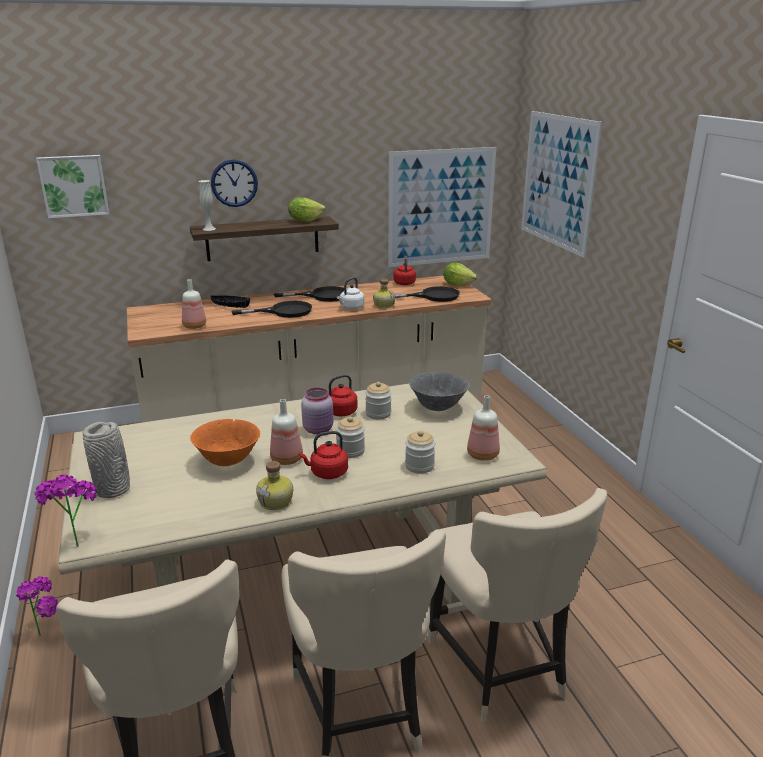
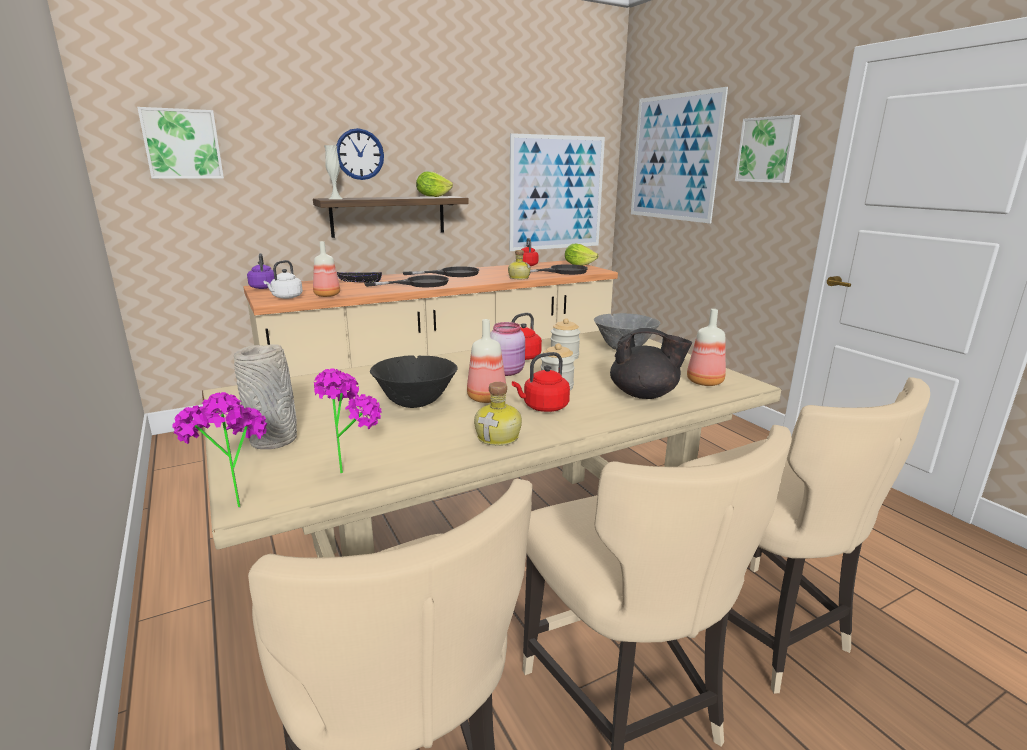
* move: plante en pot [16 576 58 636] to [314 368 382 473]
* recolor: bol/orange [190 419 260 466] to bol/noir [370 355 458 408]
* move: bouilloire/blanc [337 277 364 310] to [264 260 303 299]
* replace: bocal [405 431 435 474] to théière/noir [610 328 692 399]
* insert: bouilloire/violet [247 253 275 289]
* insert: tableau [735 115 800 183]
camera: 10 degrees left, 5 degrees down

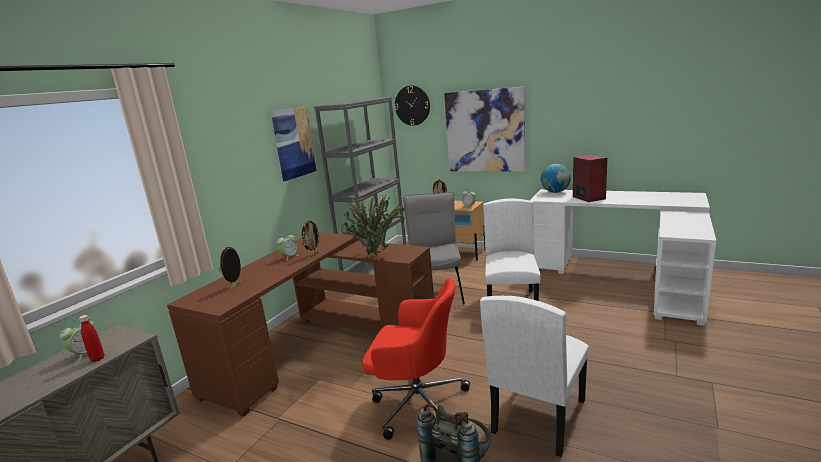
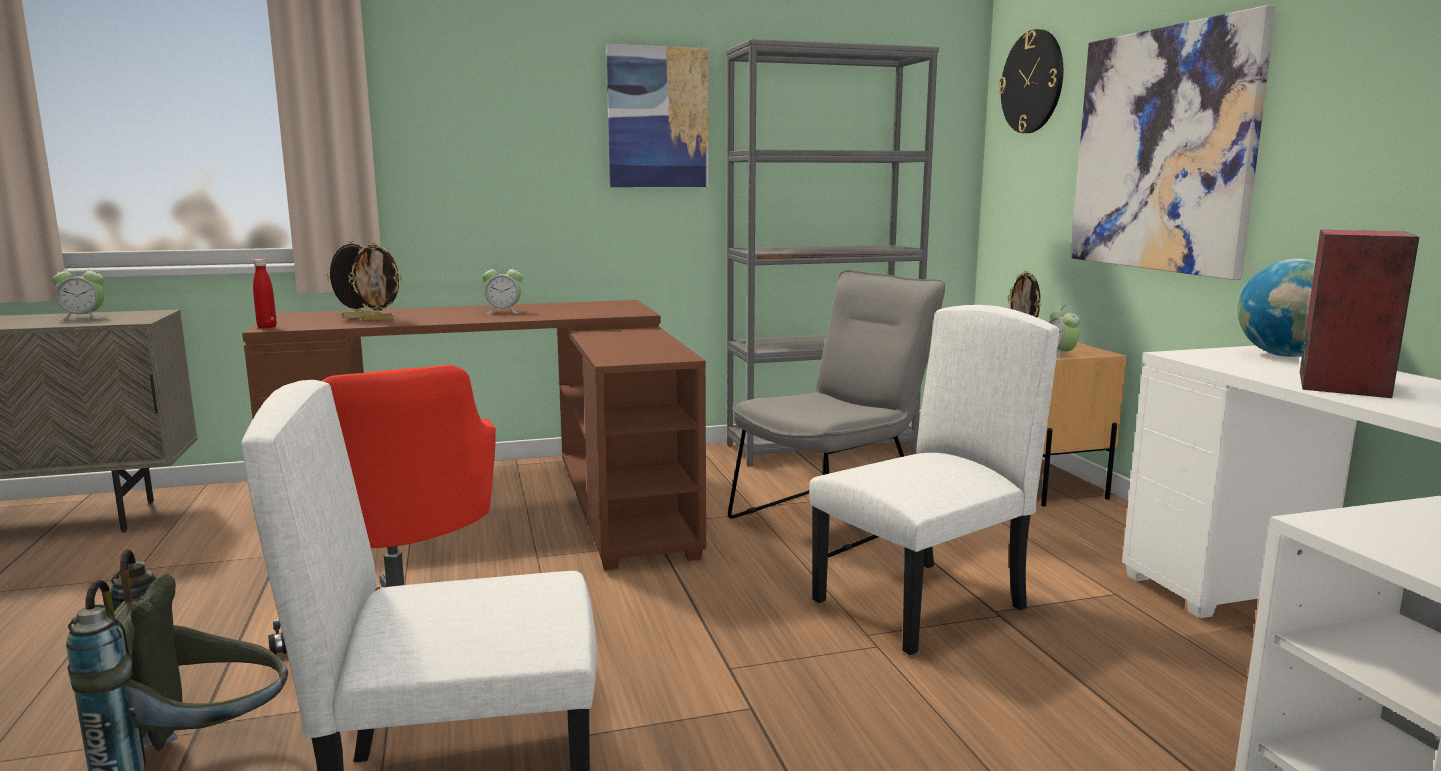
* move: bouteille/rouge [79 315 104 362] to [253 259 277 328]
* move: cadre photo [302 219 320 258] to [348 242 402 320]
* delete: plante en pot [341 194 406 256]
camera: 45 degrees right, 5 degrees down

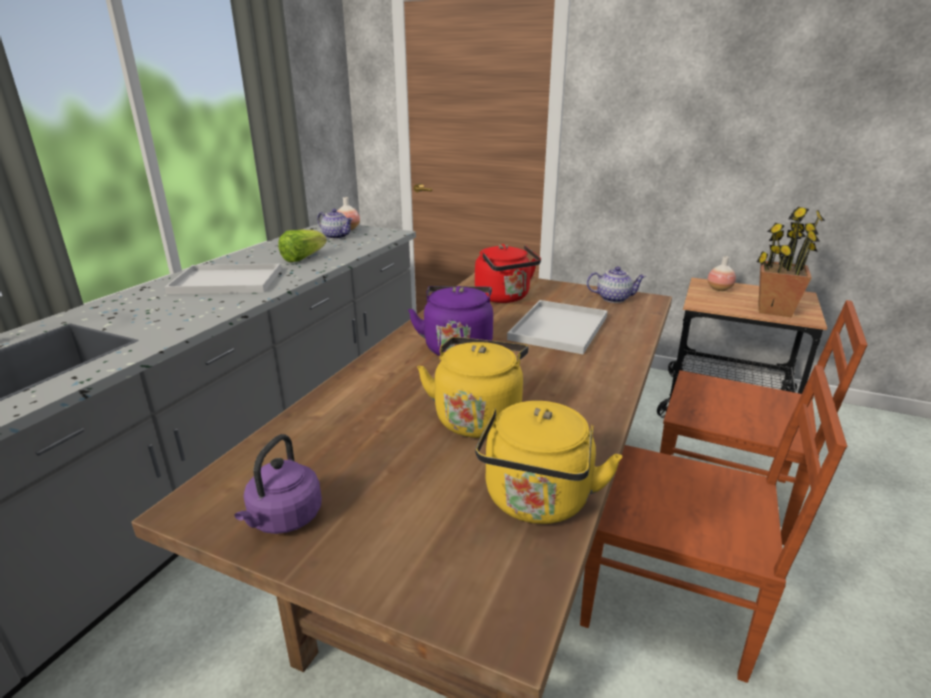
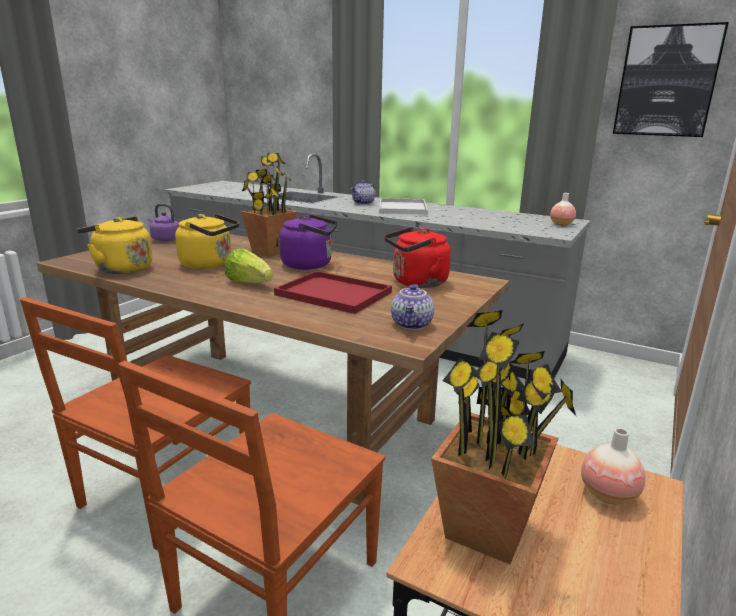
* move: laitue [278 230 327 262] to [225 249 273 283]
* move: théière [317 209 353 239] to [351 180 376 205]
* recolor: plateau/blanc [507 300 608 354] to plateau/rouge [274 271 392 314]
* insert: plante en pot [241 153 297 256]
* insert: tableau [613 22 729 137]
camera: 95 degrees right, 5 degrees down

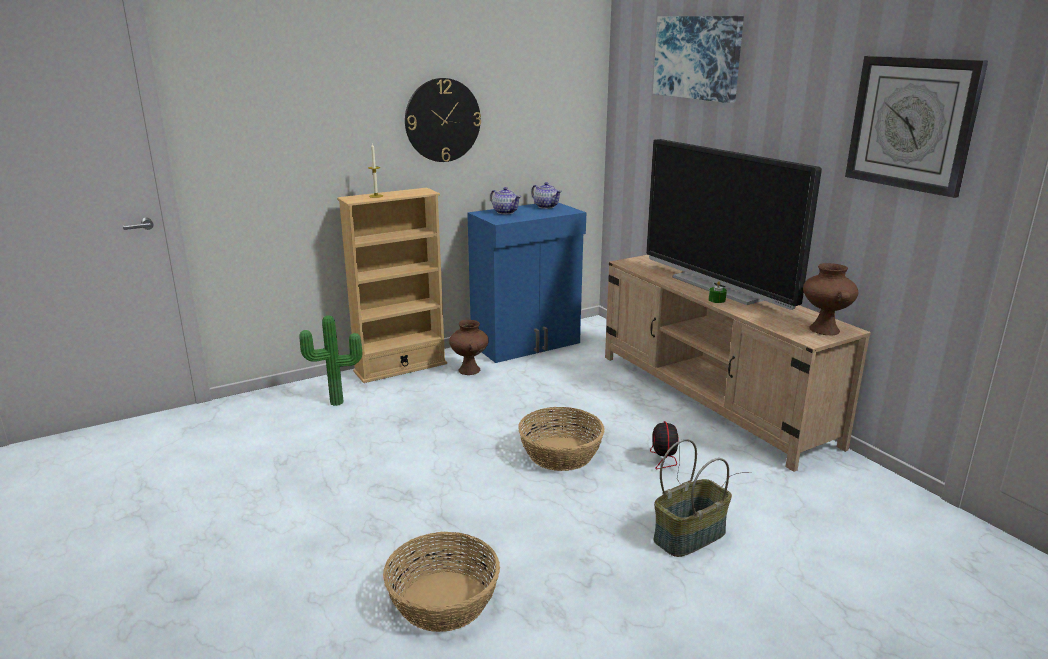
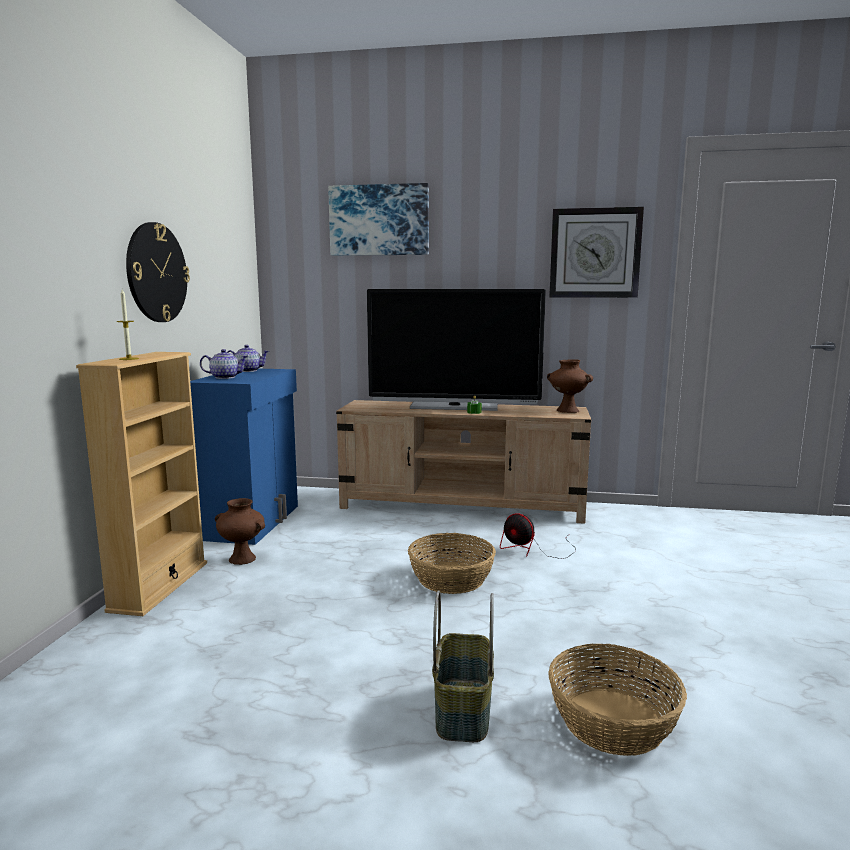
* delete: plante en pot [299 316 362 406]
* move: panier [654 439 732 557] to [432 590 494 742]
camera: 50 degrees left, 10 degrees down

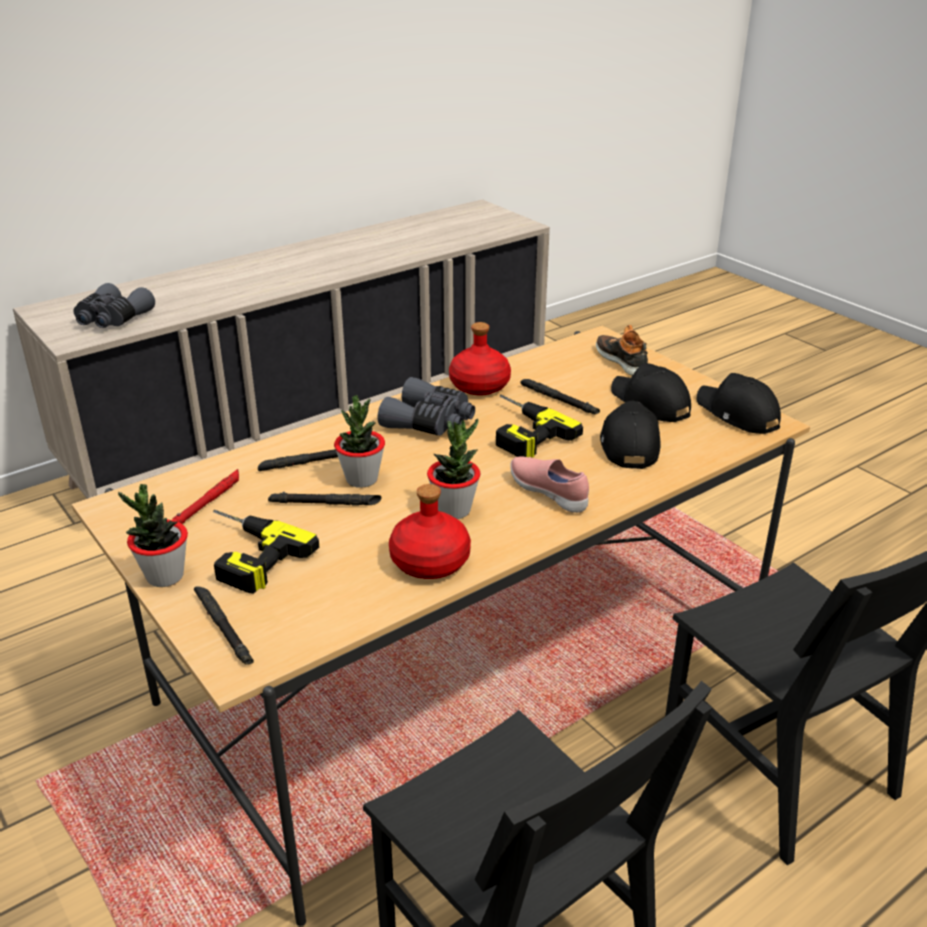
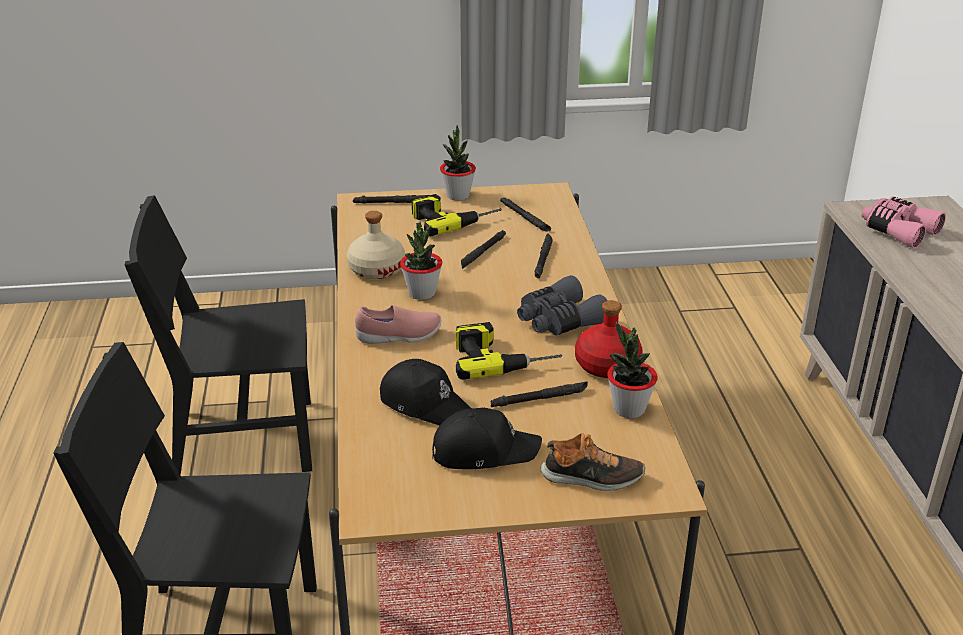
* recolor: jumelles/gris [73 283 155 328] to jumelles/rose [862 196 946 249]
* recolor: lampe de poche/rouge [172 469 239 524] to lampe de poche/noir [500 198 551 231]
* move: plante en pot [334 395 385 488] to [607 322 658 418]
* recolor: bouteille/rouge [389 484 471 579] to bouteille/beige [347 211 405 279]
* delete: casquette/noir [697 373 781 434]
camera: 120 degrees right, 0 degrees up

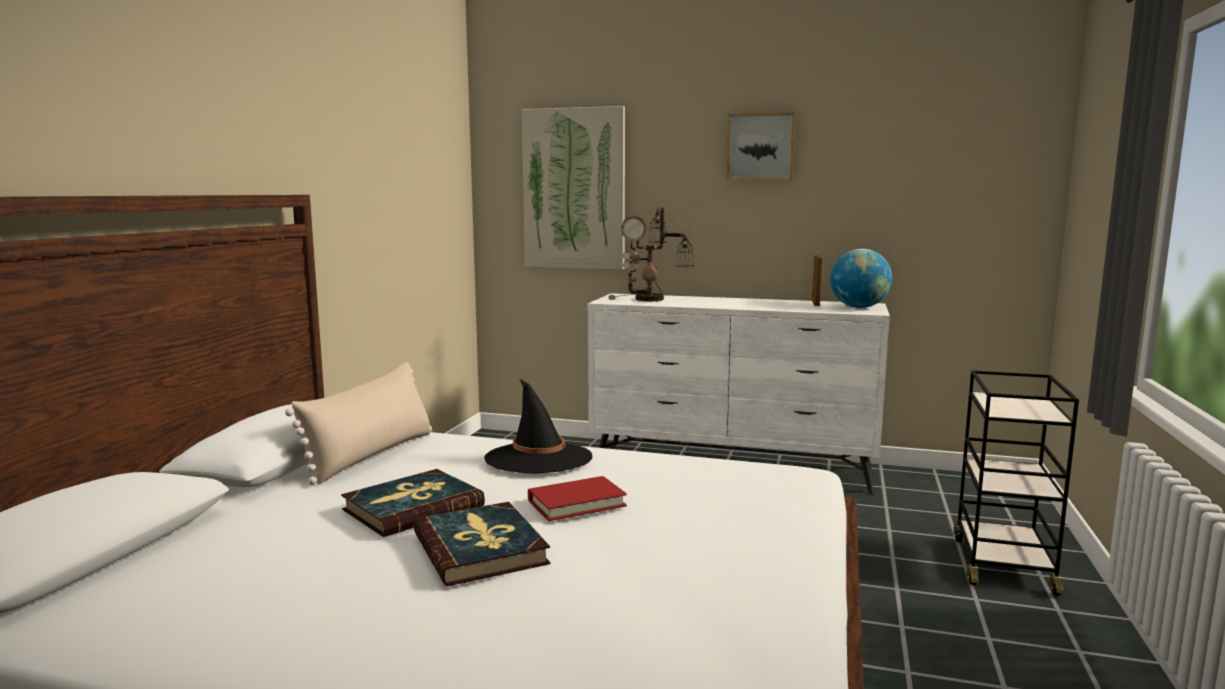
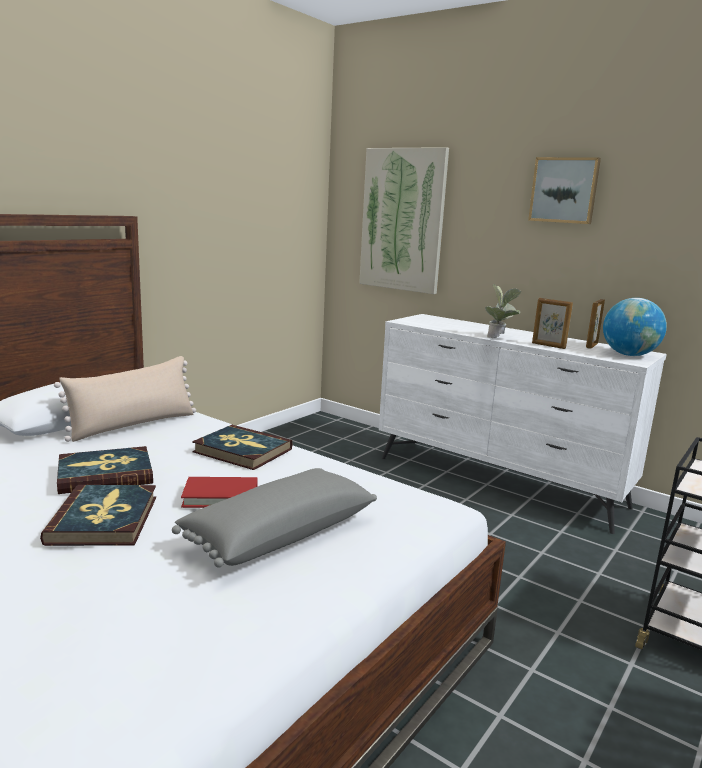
* replace: chapeau/noir [484 378 592 473] to livre [192 425 292 470]
* delete: lampe de table [608 207 694 302]
* insert: coussin/gris [172 468 377 568]
* insert: plante en pot [485 284 522 338]
* insert: cadre photo [532 298 573 349]
camera: 20 degrees right, 5 degrees up

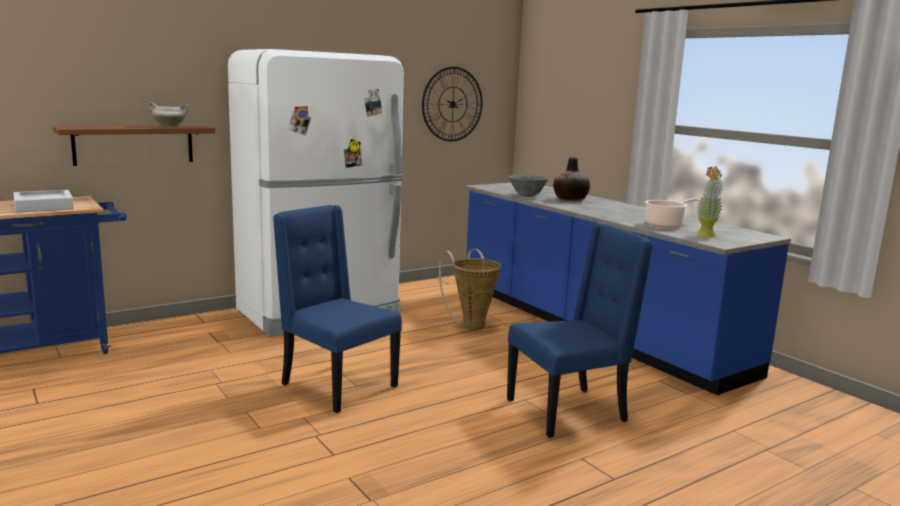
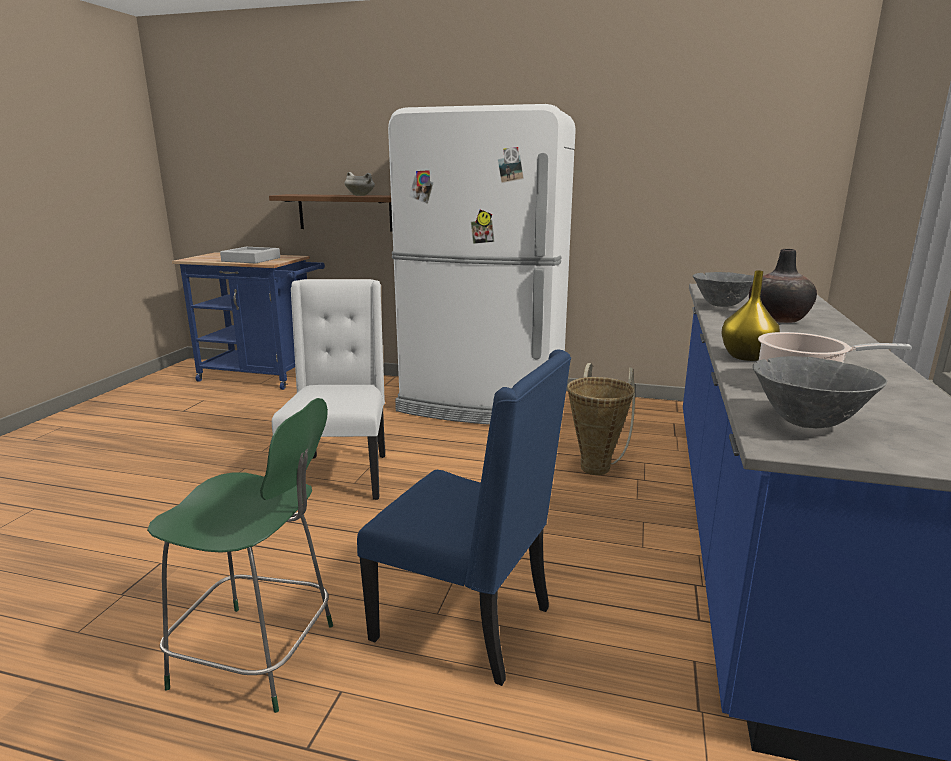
* recolor: chaise/bleu [273 205 402 413] to chaise/blanc [272 279 385 500]
* delete: horloge murale [422 67 483 142]
* replace: plante en pot [696 166 724 237] to bol/gris [753 356 887 428]
* insert: chaise/vert [147 398 333 713]
* insert: vase/jaune [721 270 780 361]
camera: 50 degrees right, 5 degrees up

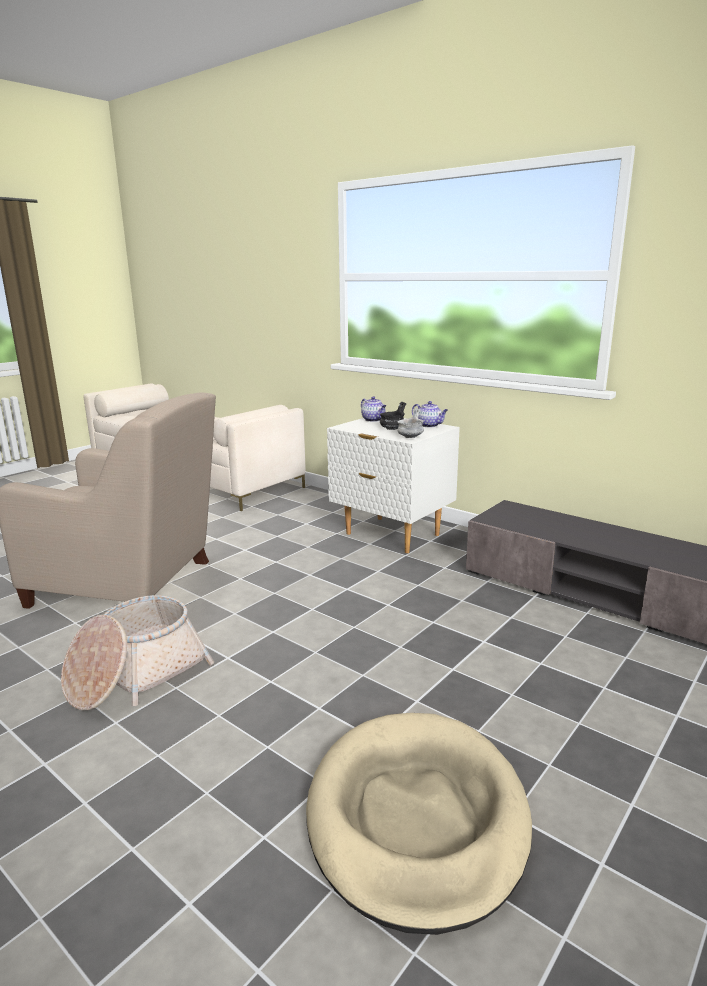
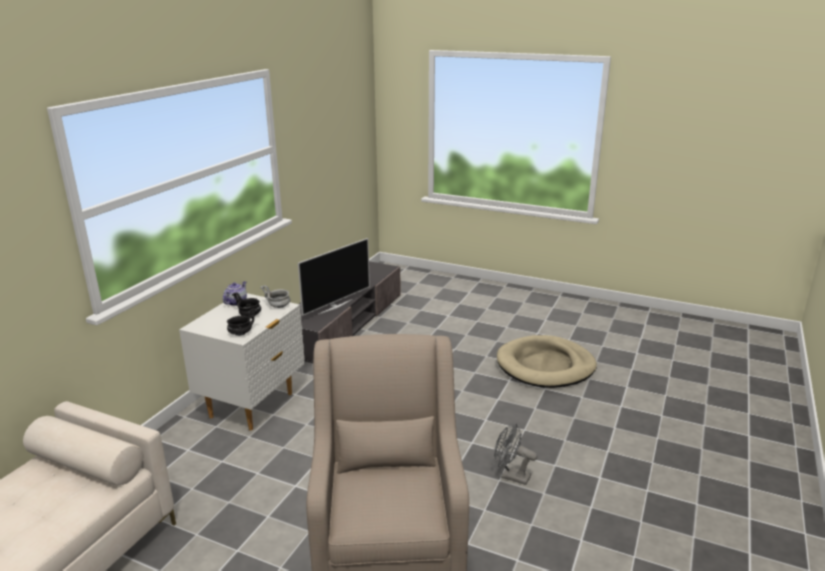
* replace: panier [61 595 214 710] to ventilateur/gris [494 423 537 485]
* delete: théière [361 396 386 422]
* insert: bol/noir [227 308 257 336]
* insert: téléviseur [298 238 370 316]
camera: 105 degrees left, 5 degrees up

